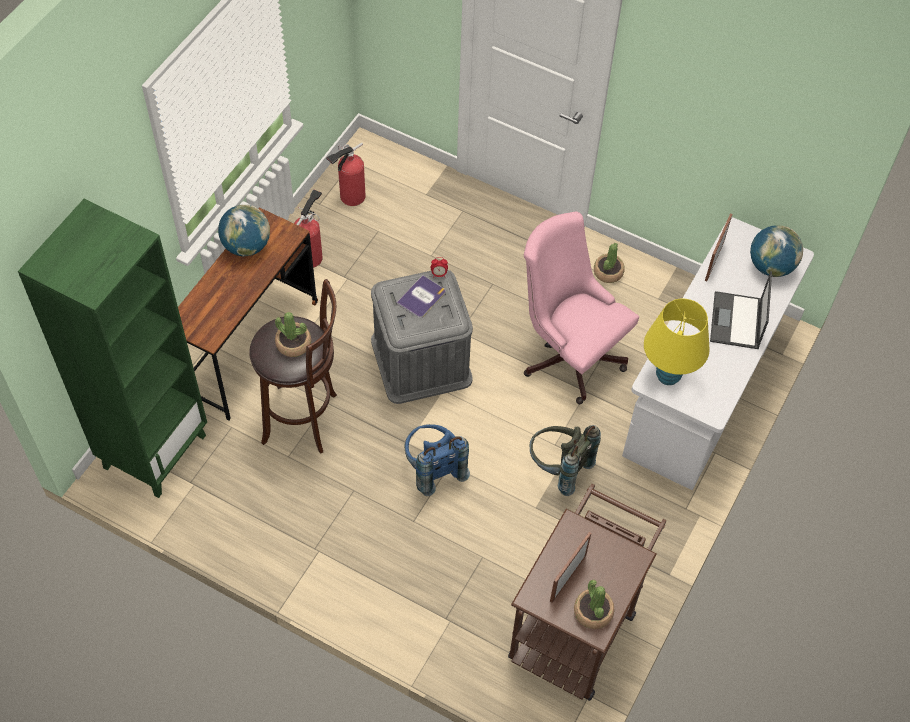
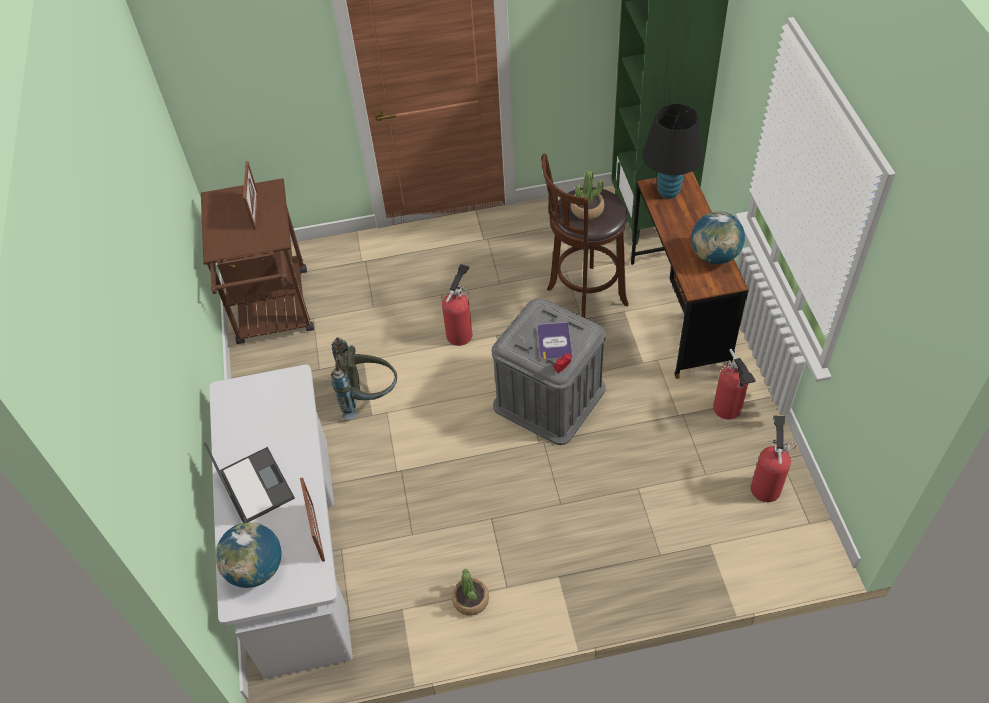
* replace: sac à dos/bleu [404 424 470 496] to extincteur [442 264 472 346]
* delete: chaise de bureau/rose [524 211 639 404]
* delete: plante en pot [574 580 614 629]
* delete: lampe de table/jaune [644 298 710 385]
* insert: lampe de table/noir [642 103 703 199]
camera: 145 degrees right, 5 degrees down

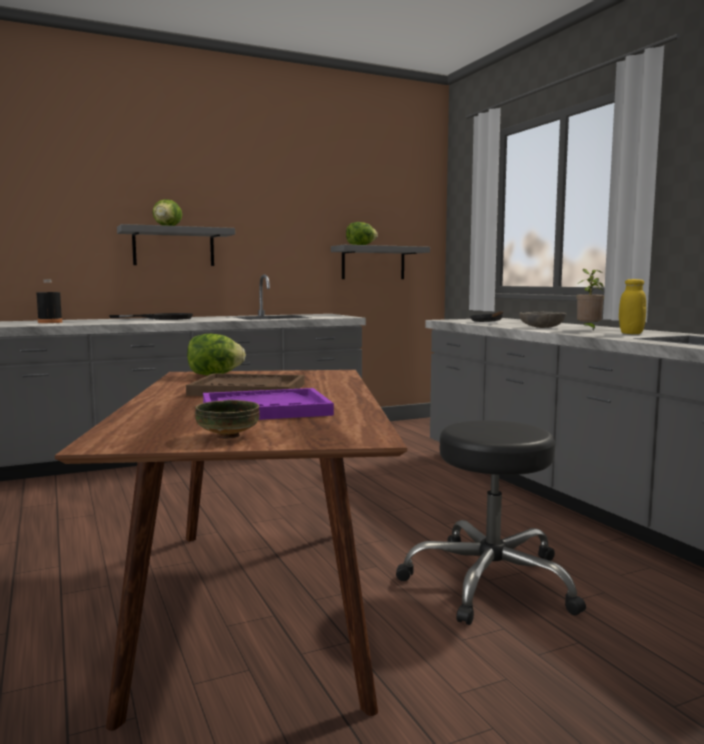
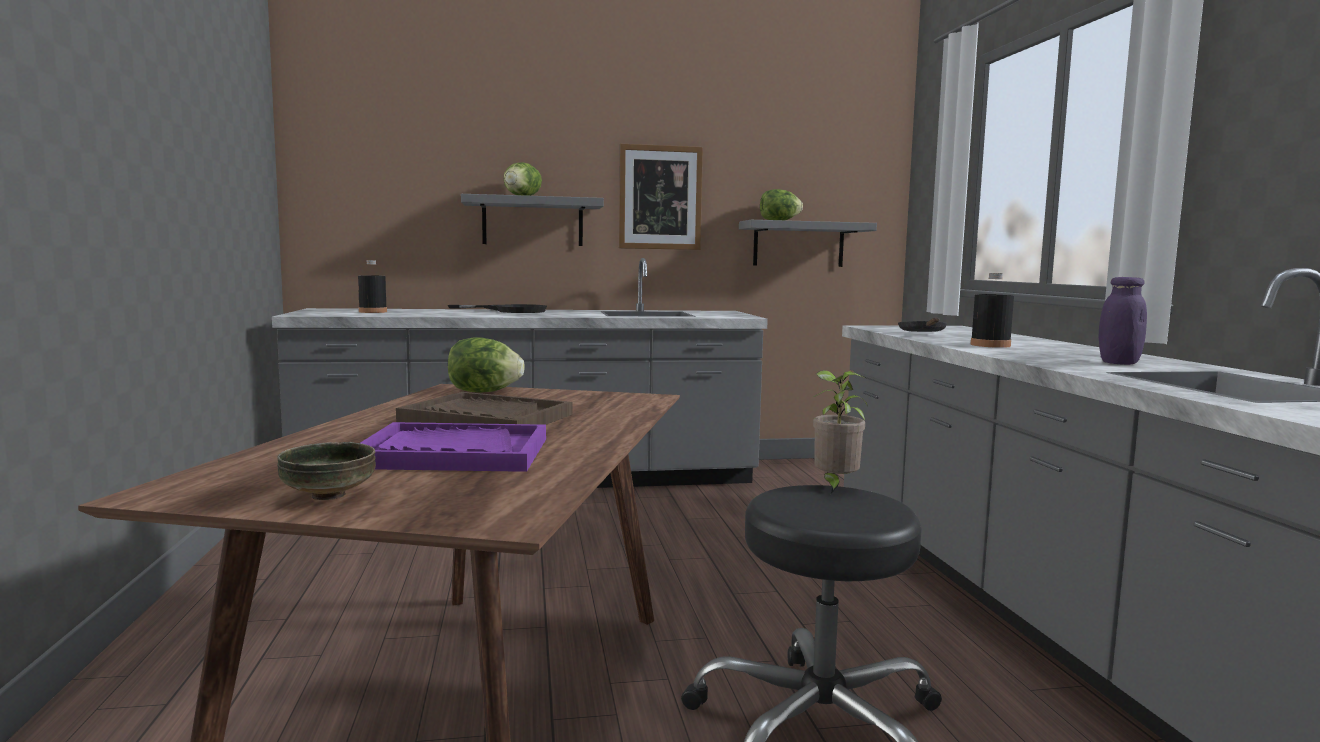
* replace: bol/gris [519 312 566 328] to bouteille/noir [970 273 1014 348]
* move: plante en pot [576 269 605 330] to [813 370 868 494]
* recolor: bocal/jaune [619 279 646 334] to bocal/violet [1099 277 1147 365]
* insert: tableau [619 144 703 250]
camera: 15 degrees right, 0 degrees up

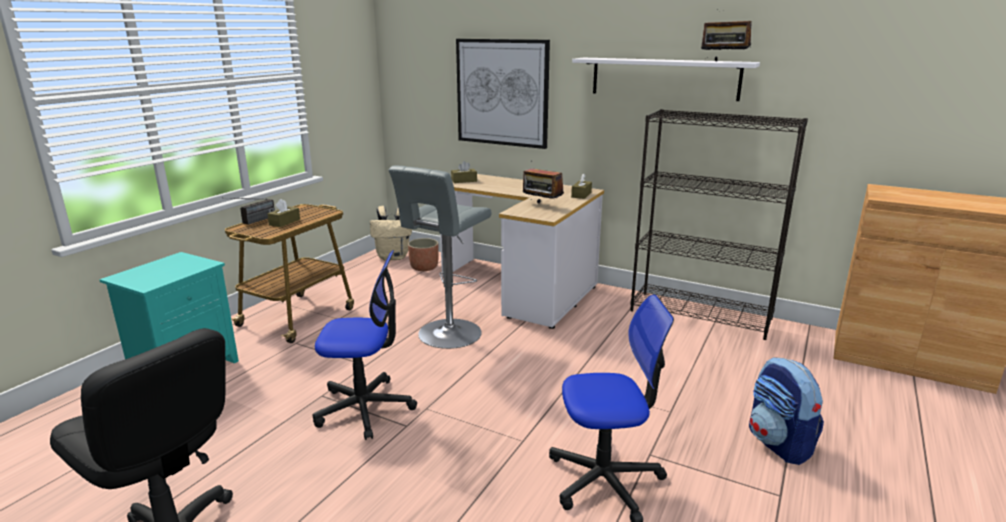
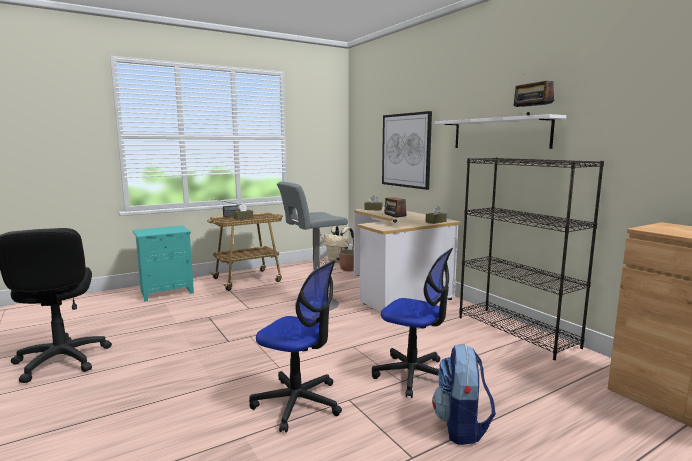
* move: chaise de bureau [313 250 417 440] to [372 248 453 398]
camera: 30 degrees right, 10 degrees down

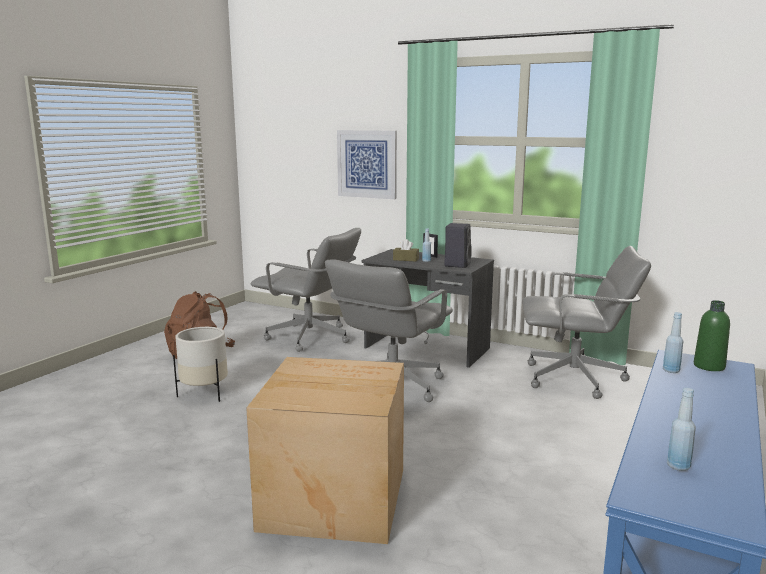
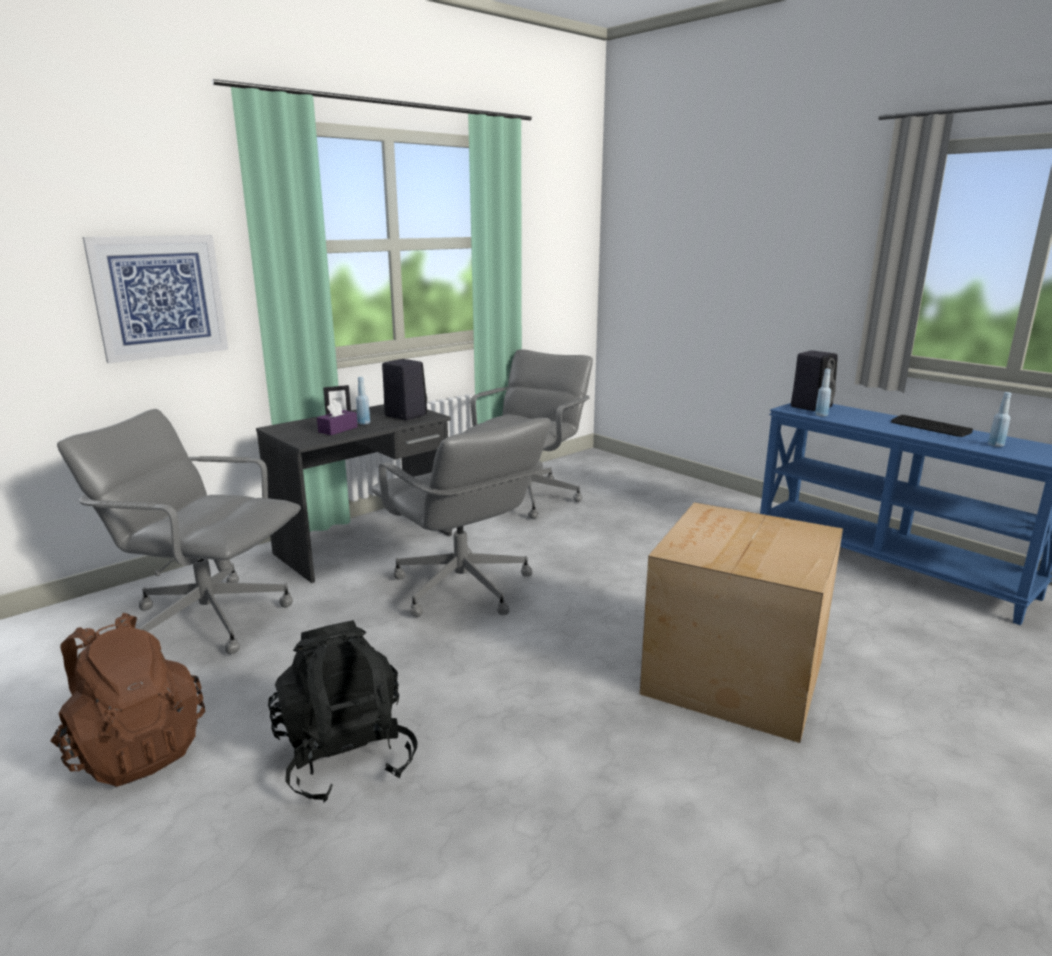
* replace: cache-pot/blanc [173 327 228 402] to sac à dos/noir [268 620 418 803]
* rotate: chaise de bureau/gris [251 228 361 352] = [57 409 301 654] 120 degrees counterclockwise
* recolor: boîte à mouchoirs/marron [393 239 419 261] to boîte à mouchoirs/violet [317 400 358 435]
* replace: bouteille/vert [694 300 730 371] to enceinte/noir [791 350 838 411]
* insert: clavier [891 415 973 437]
camera: 70 degrees left, 5 degrees up

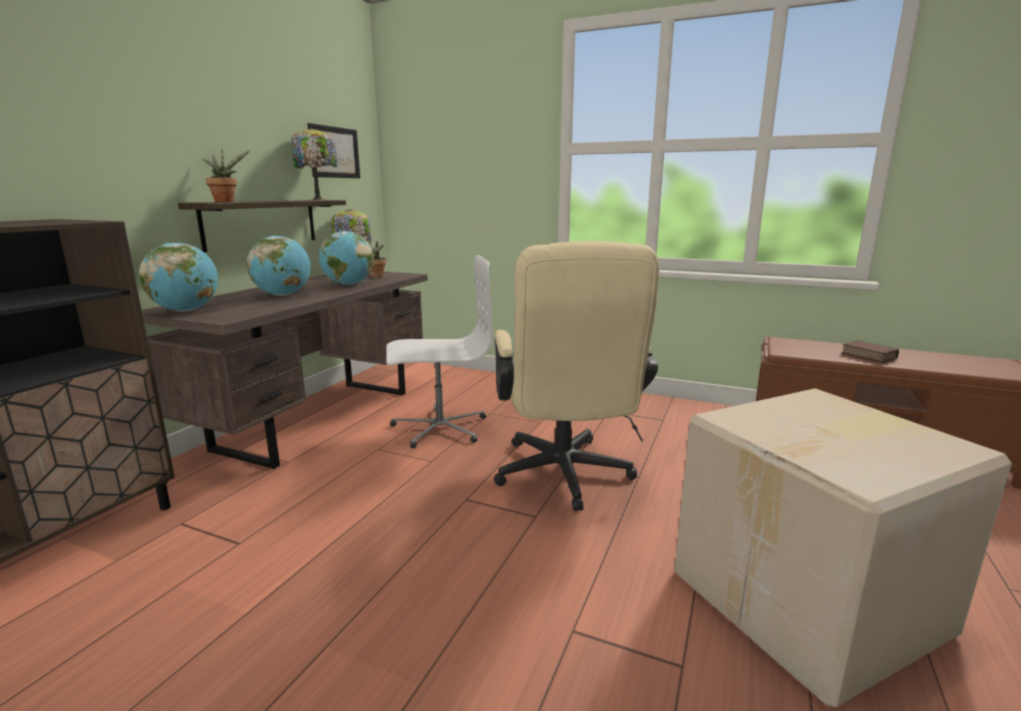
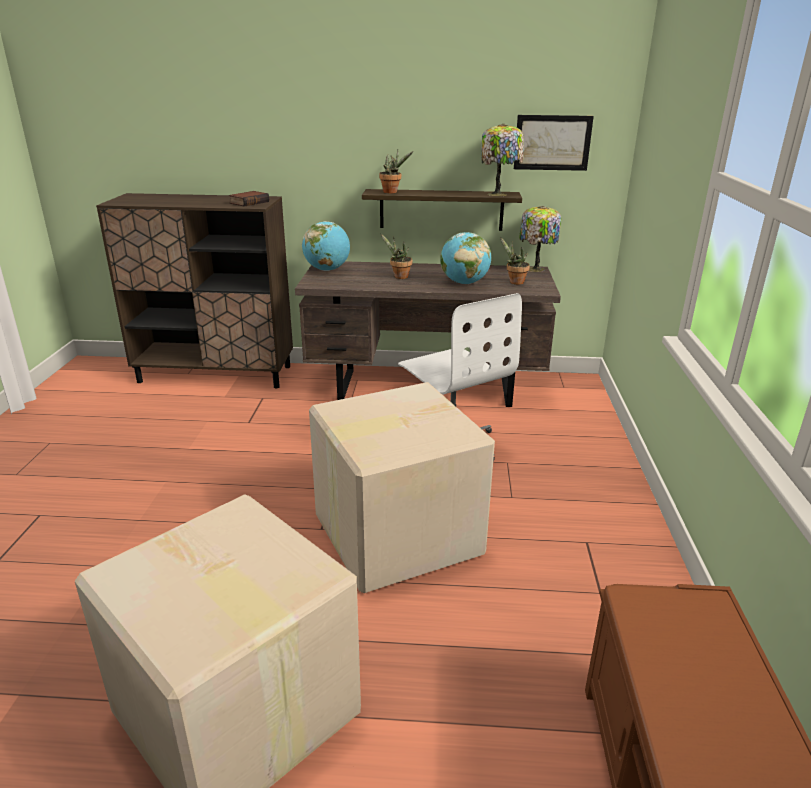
* replace: globe [247 236 311 296] to plante en pot [380 233 412 279]
* replace: chaise de bureau/beige [494 241 659 511] to carton [309 382 495 593]
* move: livre [841 340 899 363] to [229 191 269 206]
camera: 70 degrees right, 10 degrees up

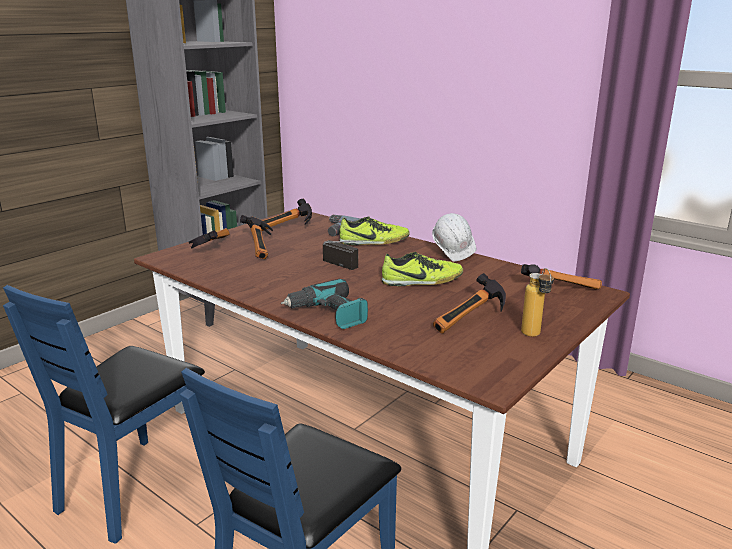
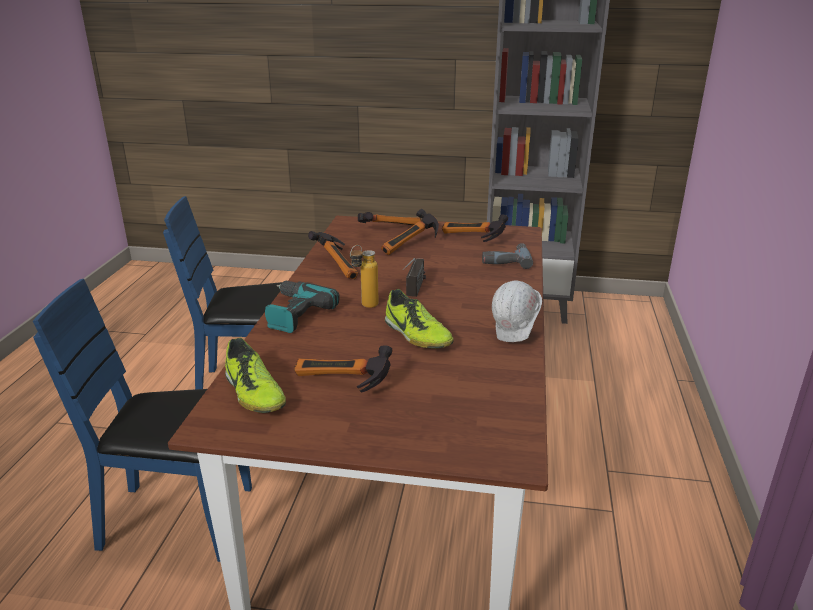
* move: chaussure [339 216 410 245] to [225 338 286 413]
* move: marteau [521 264 602 289] to [308 231 358 279]
* move: bouteille [521 268 554 337] to [350 245 379 308]
camera: 60 degrees right, 5 degrees up

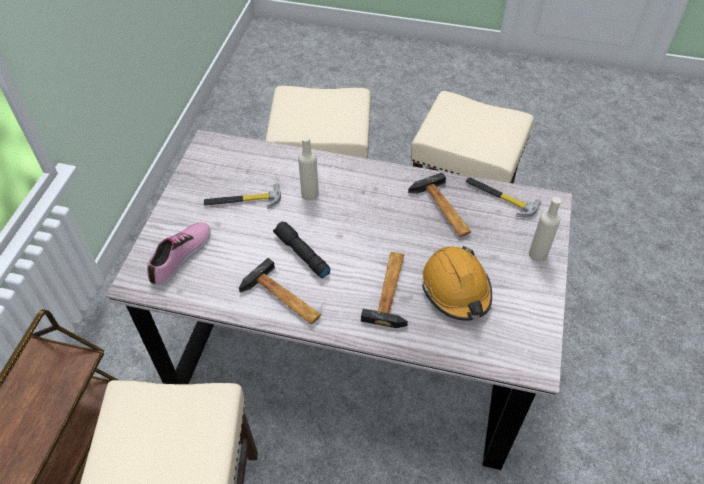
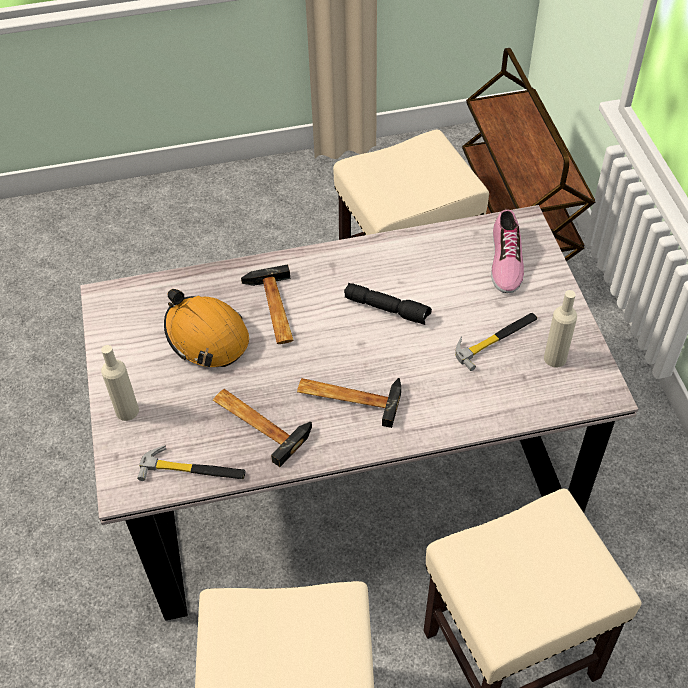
* move: marteau [239 258 321 324] to [297 378 401 428]
* move: bouteille/beige [298 136 319 201] to [544 290 577 367]
camera: 155 degrees right, 0 degrees up

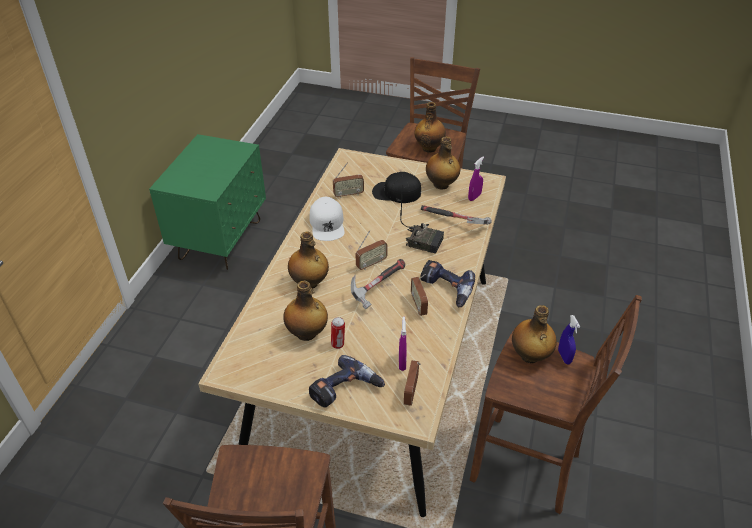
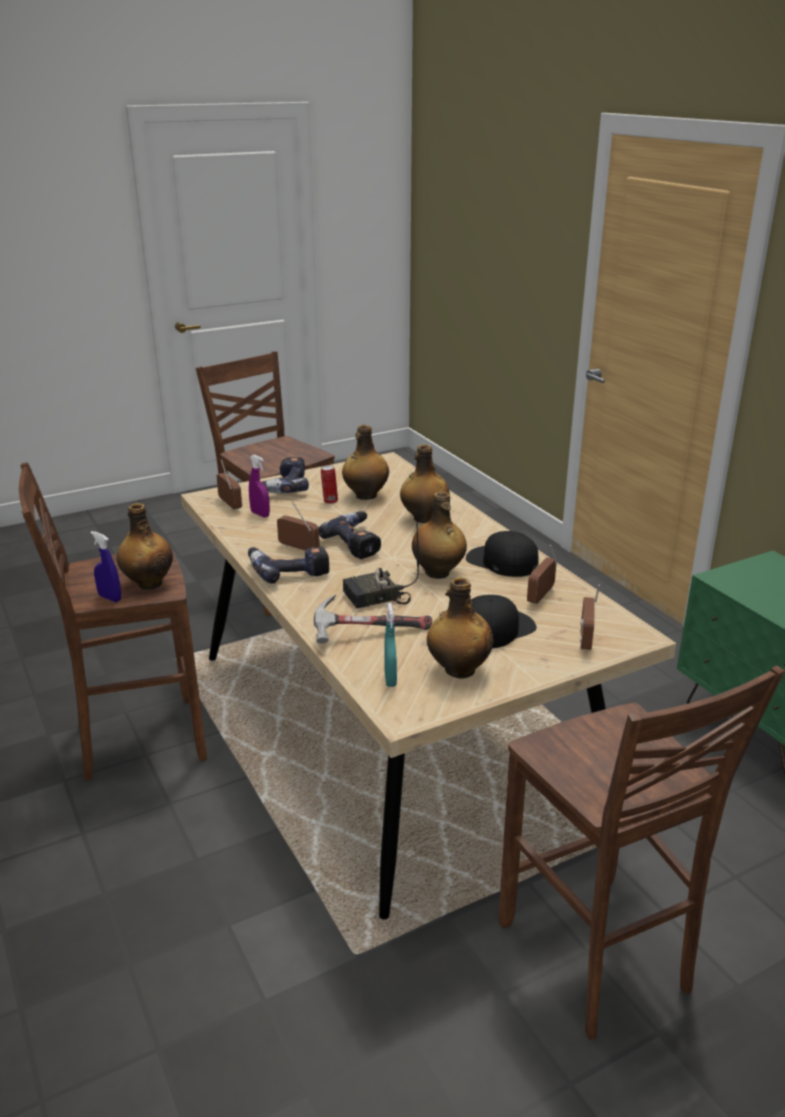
* recolor: casquette/blanc [309 197 345 241] to casquette/noir [466 531 538 577]
* replace: marteau [351 259 405 309] to perceuse [319 511 381 559]
* move: radio [356 230 388 270] to [580 585 600 650]
* move: bouteille [414 102 446 153] to [412 491 467 579]
* recolor: vaporisateur/violet [468 156 484 201] to vaporisateur/turquoise [384 603 397 687]
camera: 135 degrees right, 15 degrees down

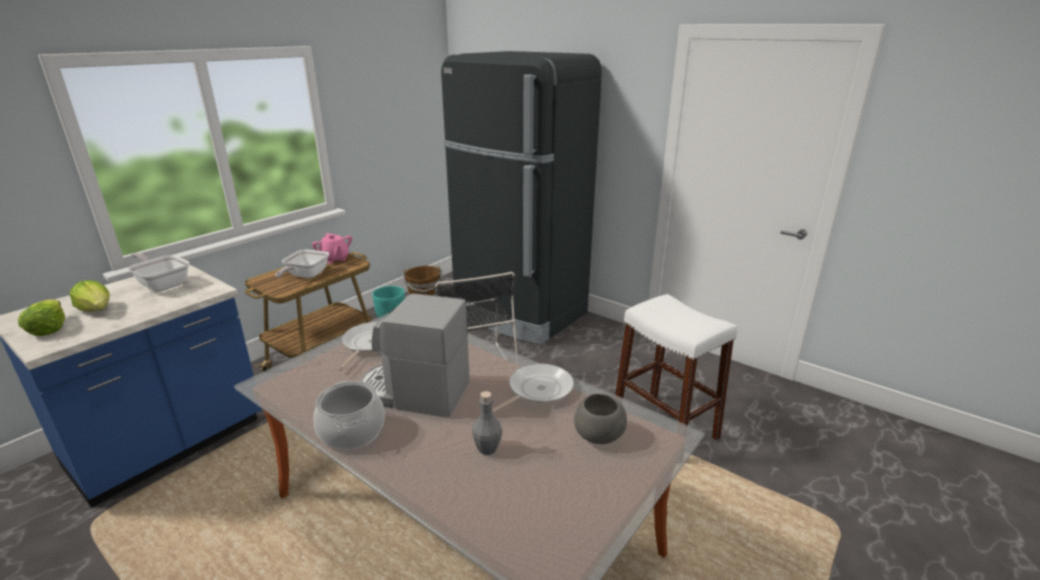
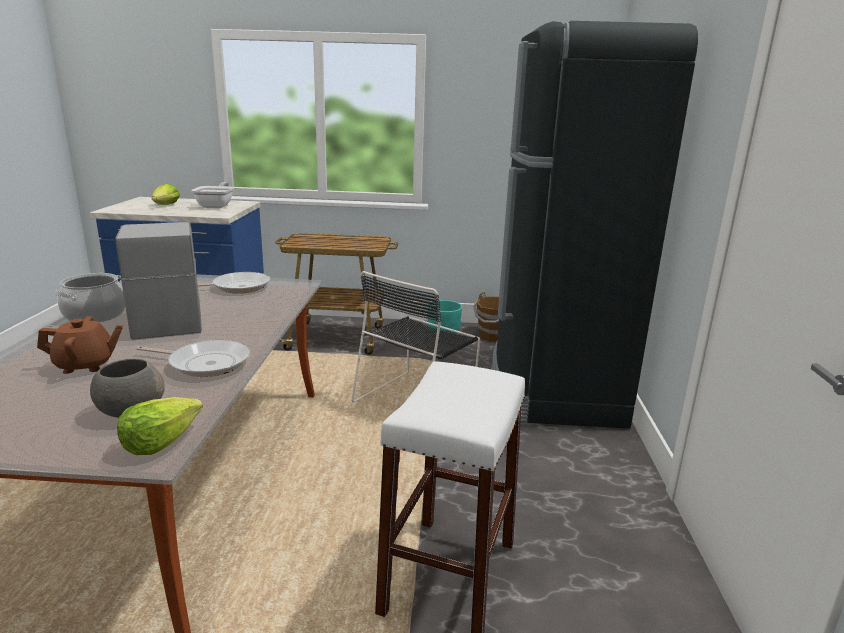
* move: laitue [18 299 65 336] to [117 397 203 455]
* delete: poêle [275 249 329 278]
* delete: théière/rose [312 233 352 264]
* replace: bouteille/gris [472 391 502 455] to théière/marron [37 316 123 374]
camera: 55 degrees right, 5 degrees down

